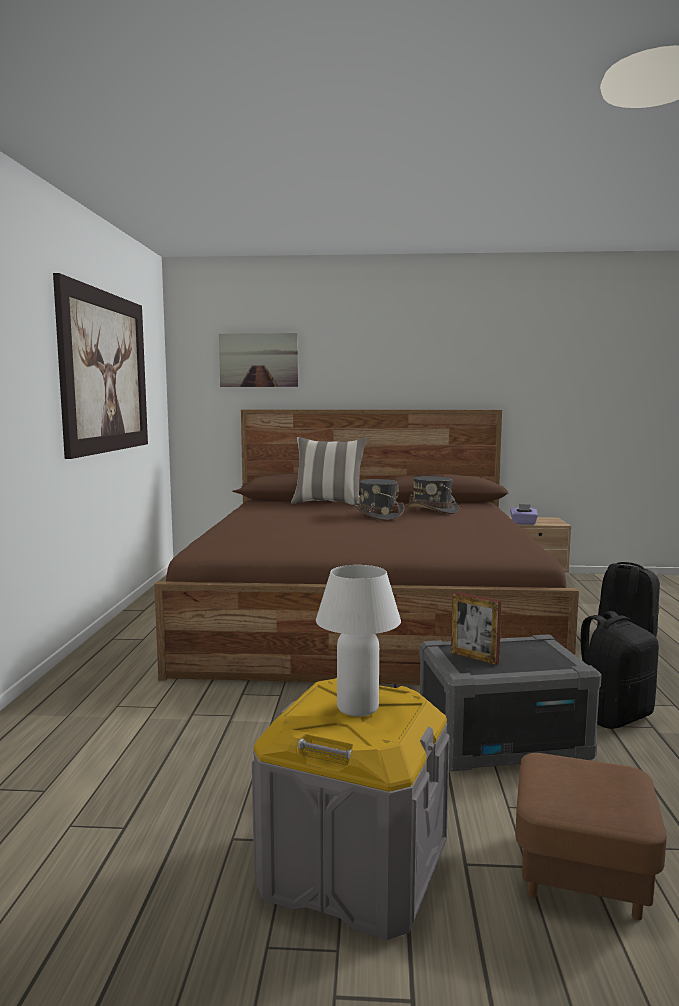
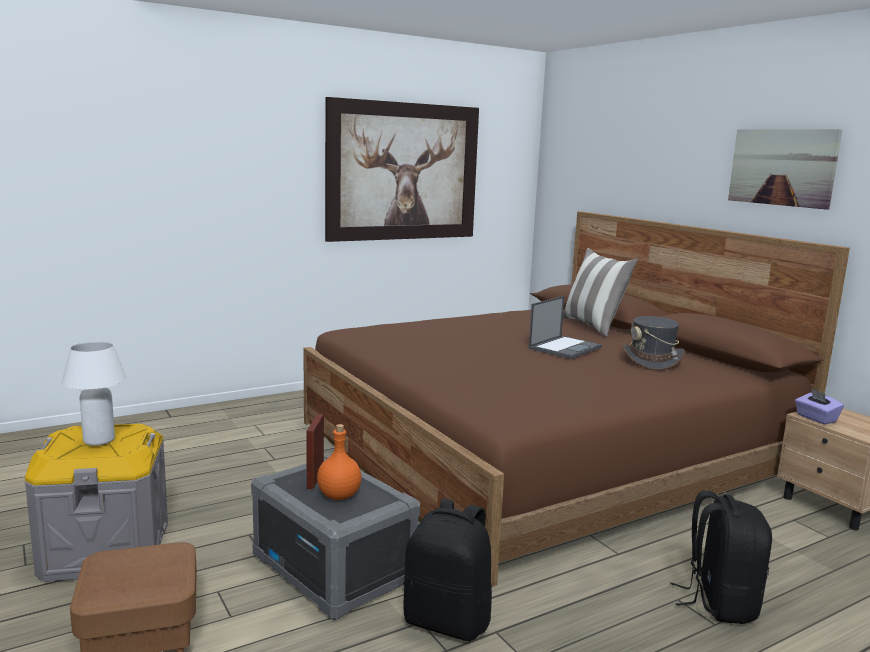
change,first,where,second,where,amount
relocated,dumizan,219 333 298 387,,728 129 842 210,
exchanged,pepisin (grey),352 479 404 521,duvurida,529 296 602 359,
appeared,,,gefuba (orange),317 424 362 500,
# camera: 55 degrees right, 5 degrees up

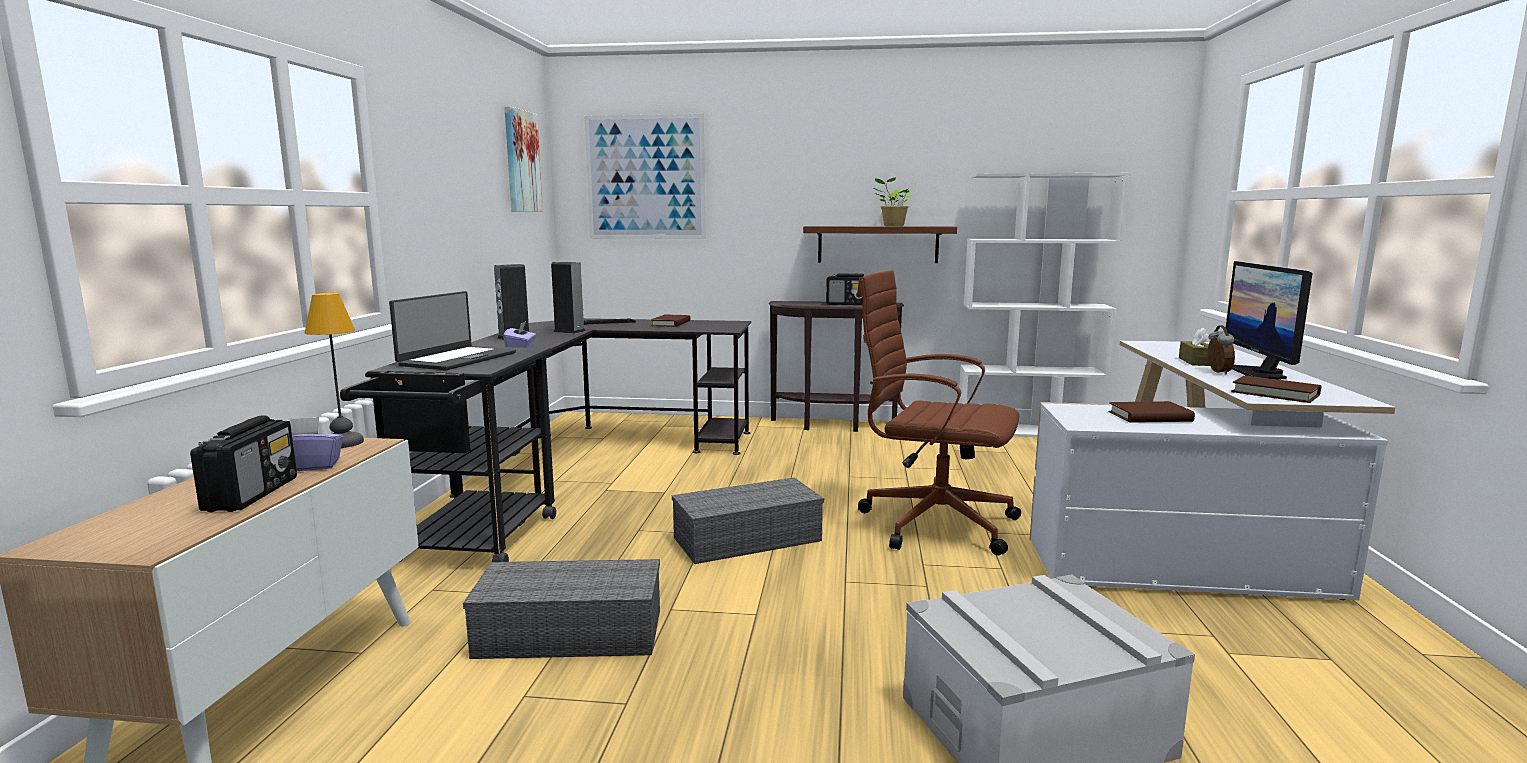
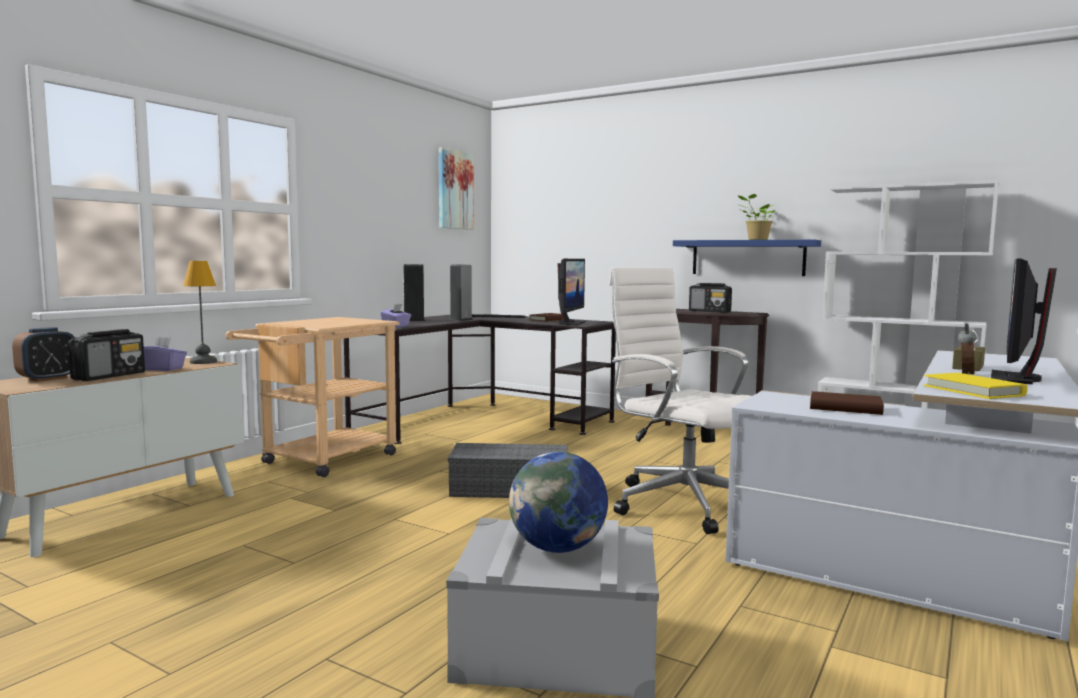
change,first,where,second,where,amount
colour,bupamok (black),340 347 556 562,bupamok (beige),226 317 399 477,
missing,duvurida,389 291 516 370,,,
missing,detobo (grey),463 559 660 659,,,
missing,dumizan,585 114 706 239,,,
colour,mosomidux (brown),803 226 957 263,mosomidux (blue),673 240 821 276,
colour,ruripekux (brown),857 270 1021 556,ruripekux (white),609 268 751 534,
colour,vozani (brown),1231 375 1321 403,vozani (yellow),924 373 1027 399,
appeared,,,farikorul,12 327 75 382,
appeared,,,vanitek,509 451 608 553,
appeared,,,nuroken,557 259 585 325,
# camera: 25 degrees right, 5 degrees down

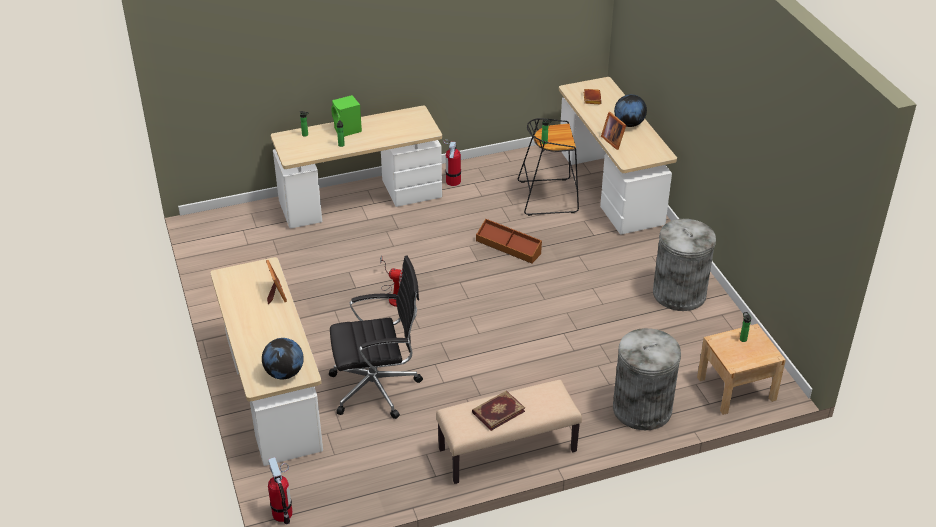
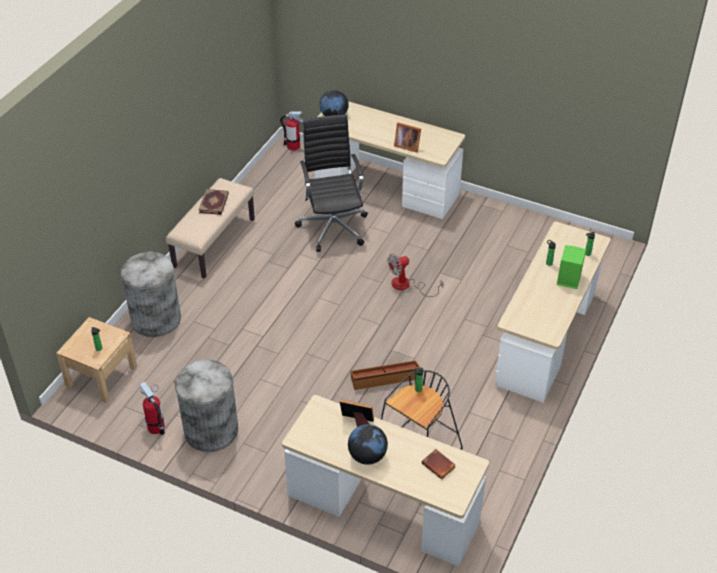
change,first,where,second,where,amount
spun,ruripekux (black),329 256 423 419,,295 115 368 252,135 degrees clockwise
relocated,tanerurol,443 140 461 186,,140 382 165 435,
# camera: 135 degrees right, 5 degrees up

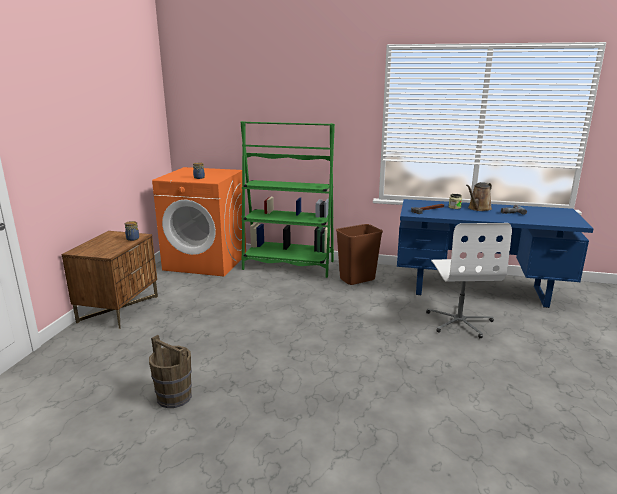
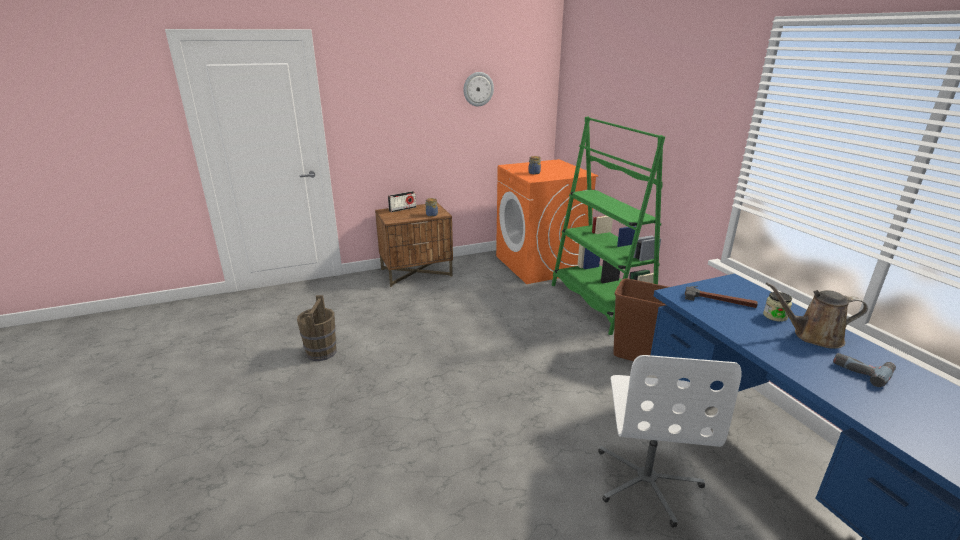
change,first,where,second,where,amount
spun,ruripekux (white),426 223 512 338,,598 355 742 528,45 degrees counterclockwise
appeared,,,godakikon,388 191 416 212,
appeared,,,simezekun,463 72 494 106,
# camera: 55 degrees right, 5 degrees up

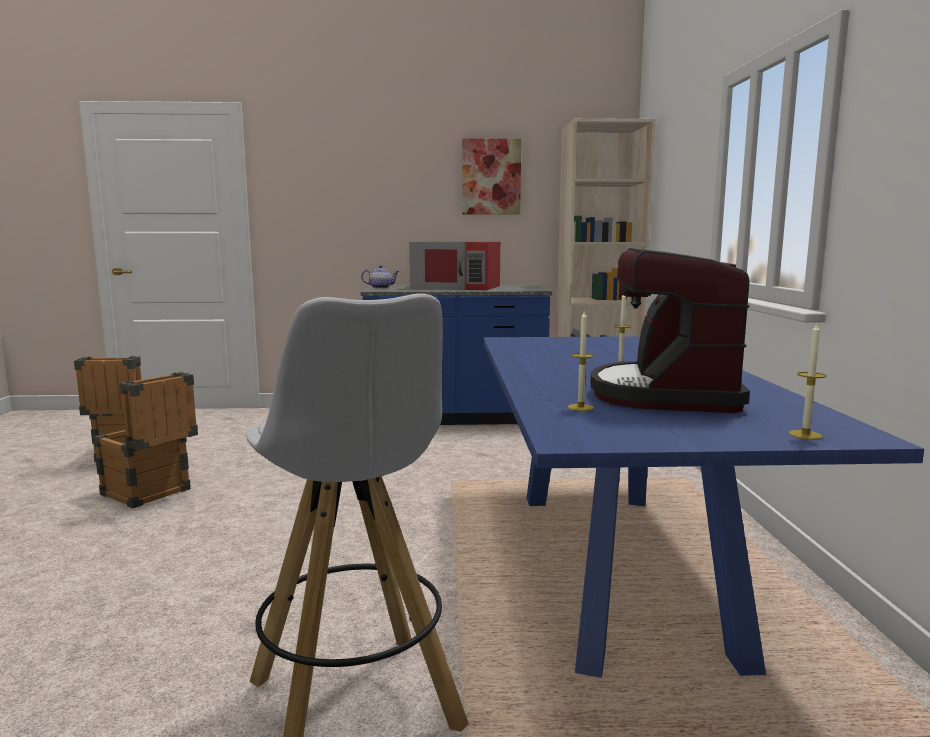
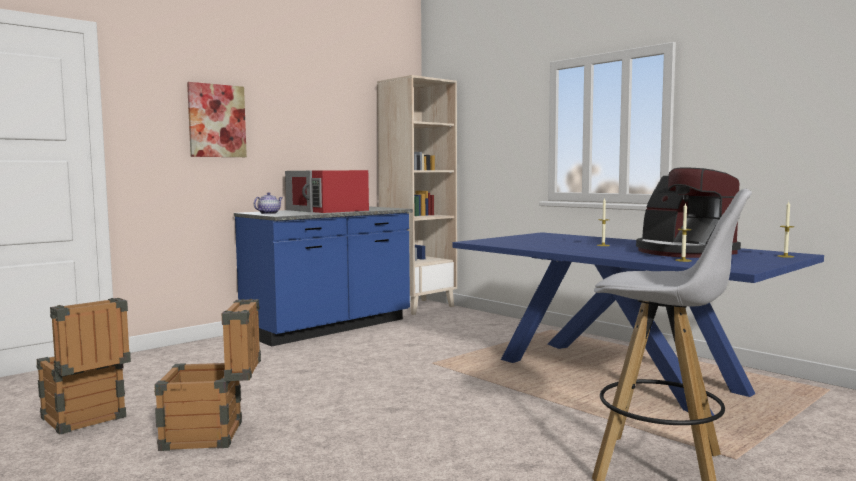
change,first,where,second,where,amount
spun,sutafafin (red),409 242 500 290,,285 170 369 213,75 degrees clockwise
relocated,dumizan,462 138 521 214,,187 82 247 157,
# camera: 40 degrees left, 5 degrees down

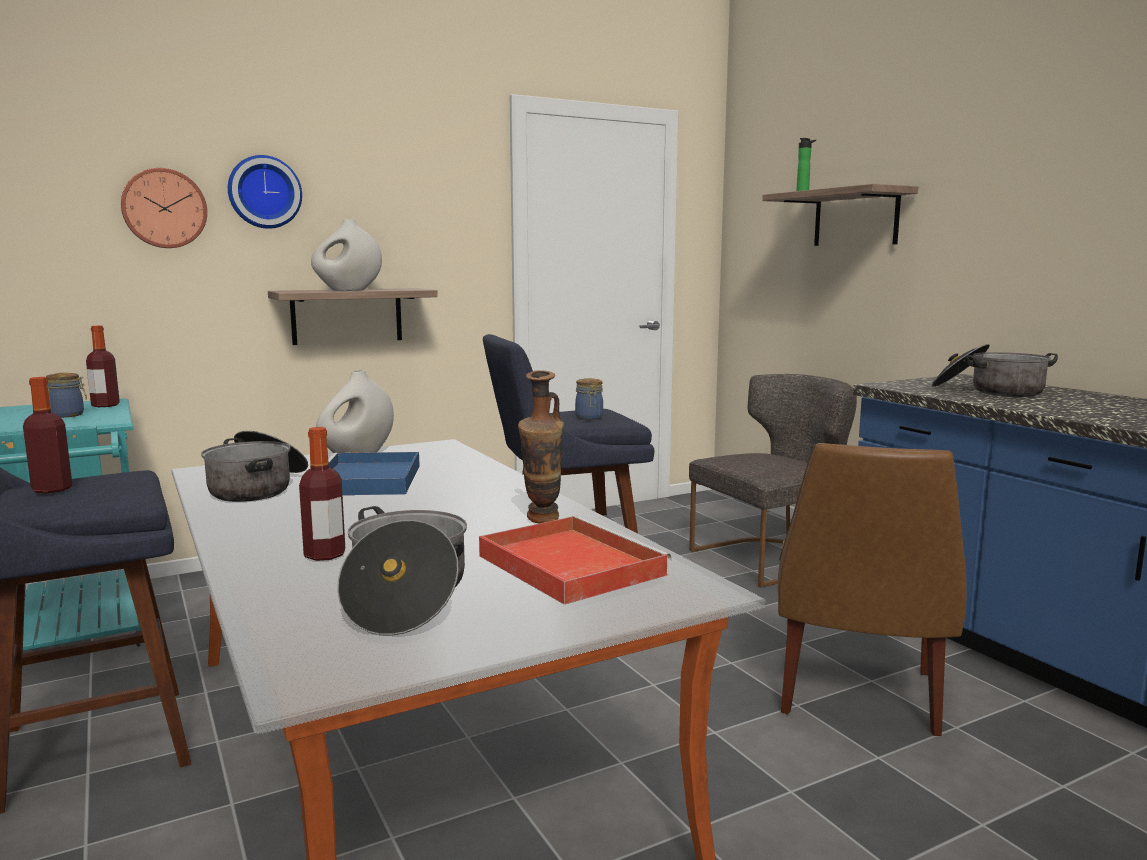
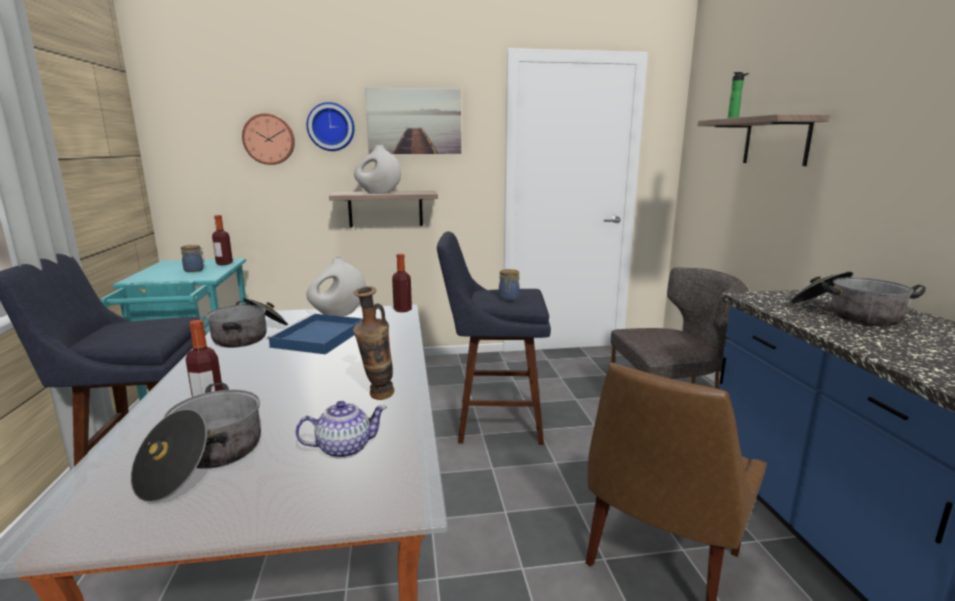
change,first,where,second,where,amount
relocated,gefuba,23 377 72 493,,392 254 412 312,
exchanged,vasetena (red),479 516 672 605,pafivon,295 401 387 459,
appeared,,,dumizan,365 87 461 154,
# camera: 20 degrees right, 5 degrees up

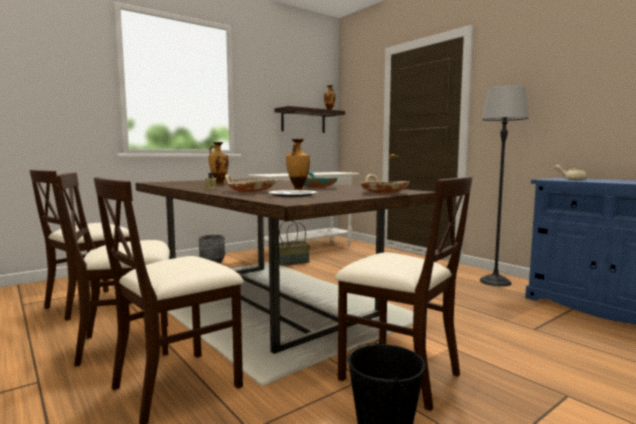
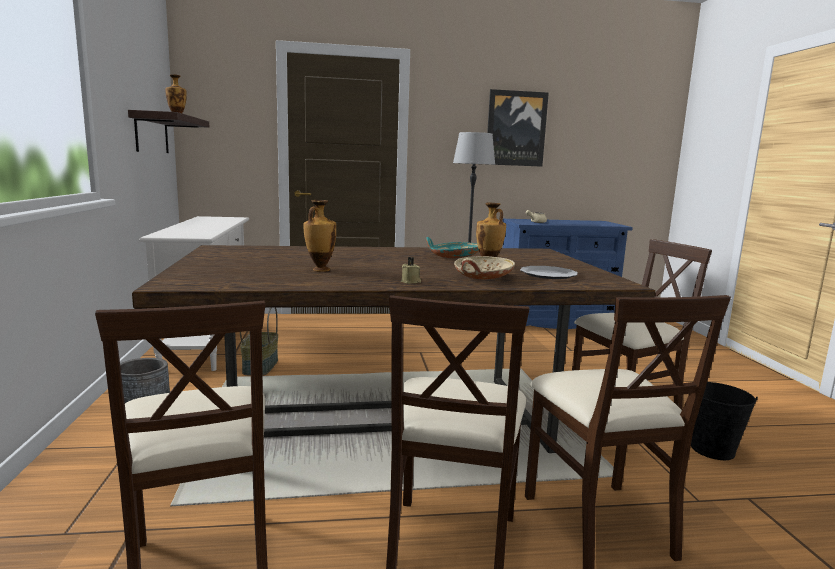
change,first,where,second,where,amount
missing,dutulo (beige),361 174 409 193,,,
appeared,,,dumizan,487 89 549 167,
# camera: 60 degrees left, 5 degrees up

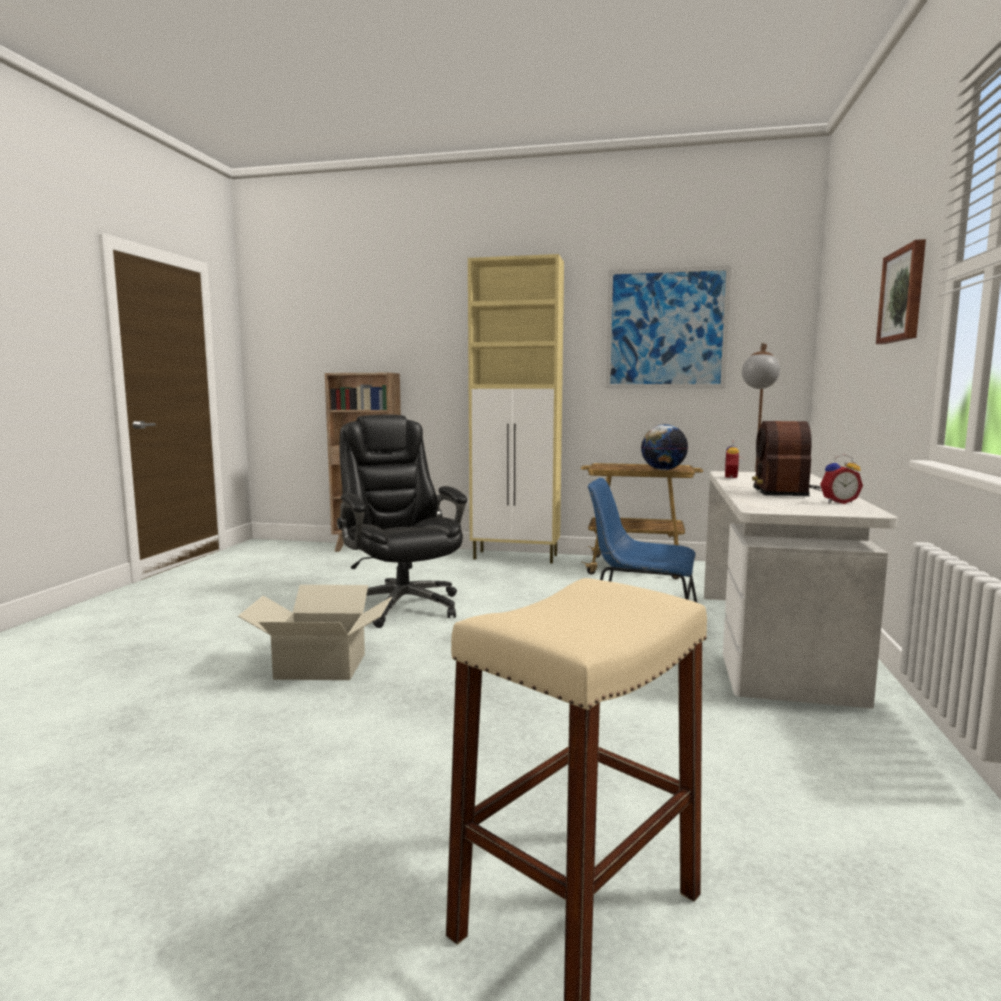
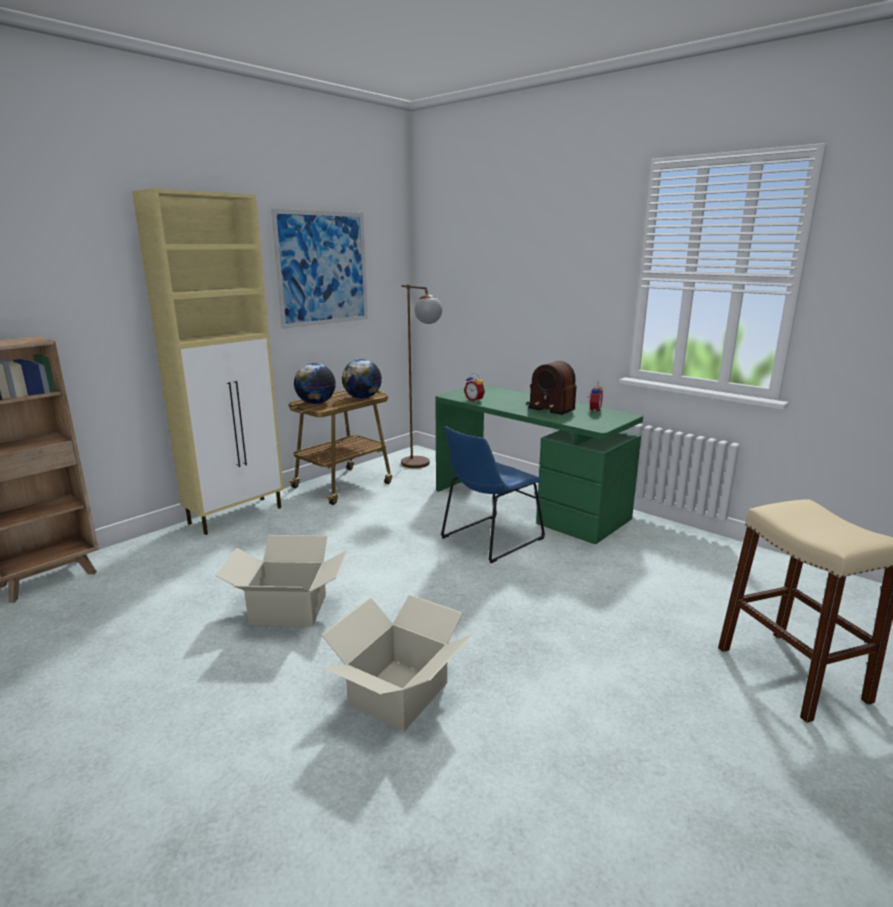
change,first,where,second,where,amount
exchanged,ruripekux (black),337 415 467 628,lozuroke,215 535 348 626,
colour,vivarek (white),704 471 898 709,vivarek (green),435 385 643 544,
missing,dumizan,876 239 926 344,,,
appeared,,,vanitek,294 363 336 404,
# camera: 60 degrees left, 10 degrees up

